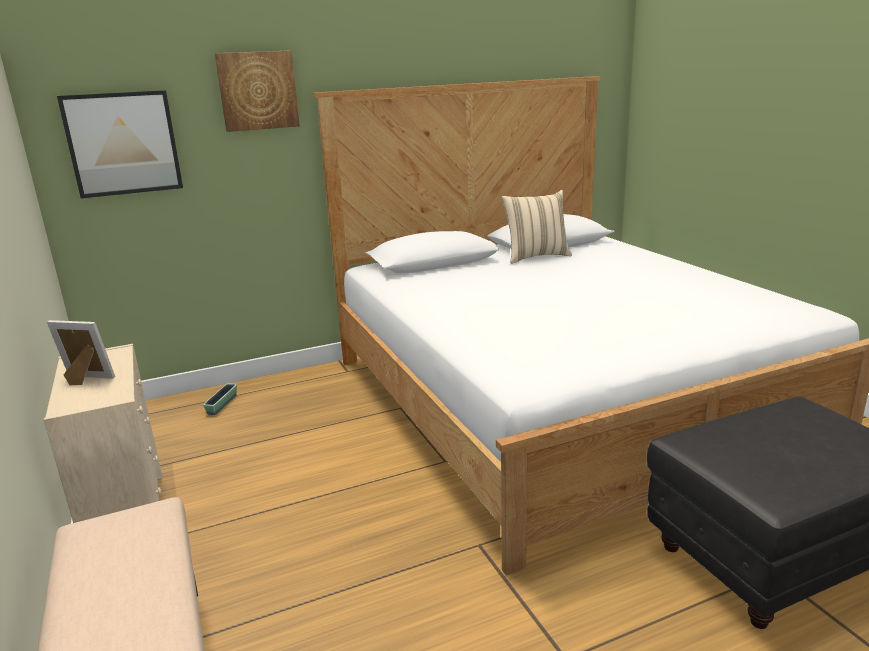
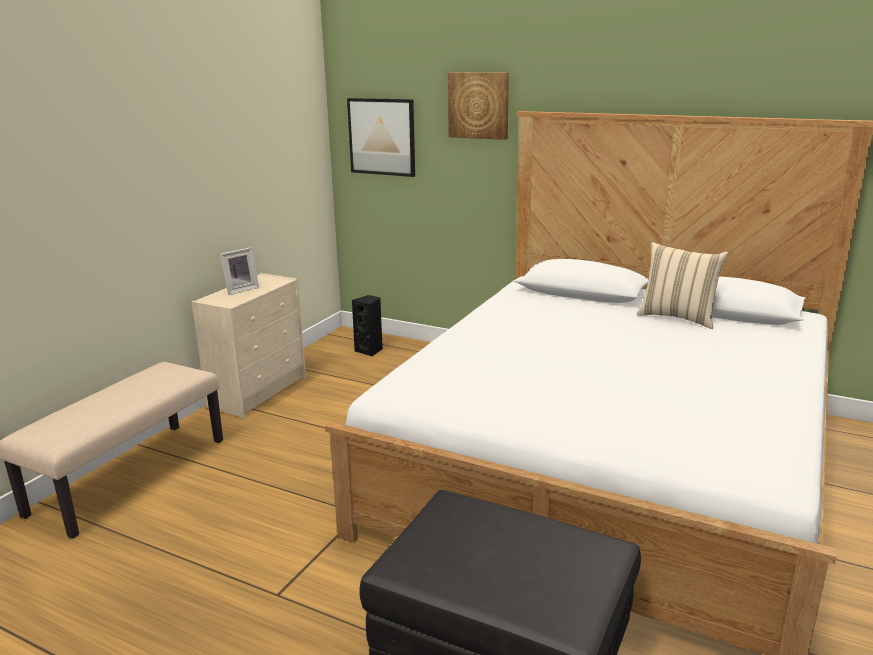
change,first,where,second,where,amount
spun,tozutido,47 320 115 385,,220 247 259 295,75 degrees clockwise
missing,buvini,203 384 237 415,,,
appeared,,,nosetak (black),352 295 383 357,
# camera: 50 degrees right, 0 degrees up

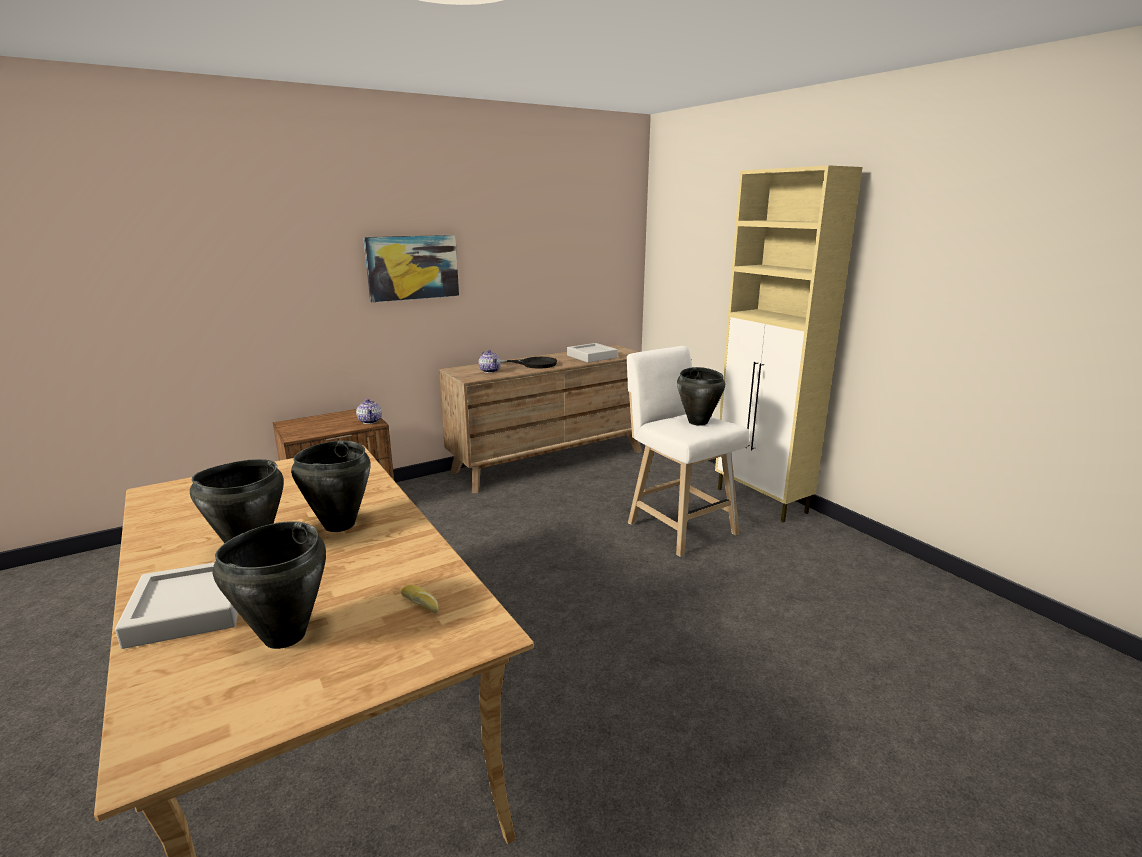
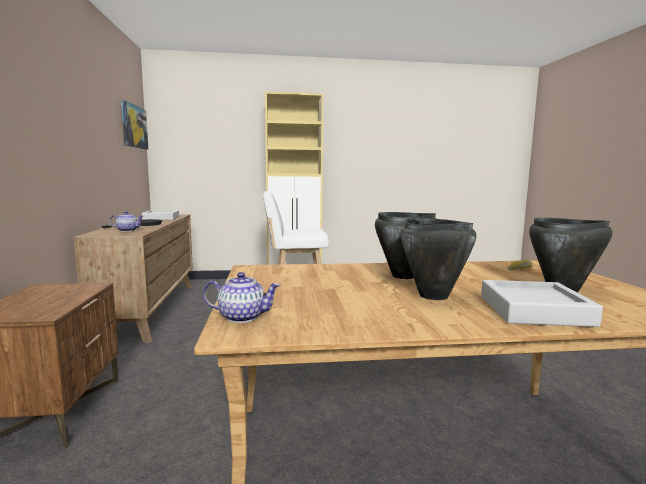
change,first,where,second,where,amount
relocated,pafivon,356 399 382 424,,203 272 281 323,
relocated,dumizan,363 235 459 302,,121 100 148 150,
missing,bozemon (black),677 367 725 426,,,
# camera: 65 degrees left, 10 degrees down

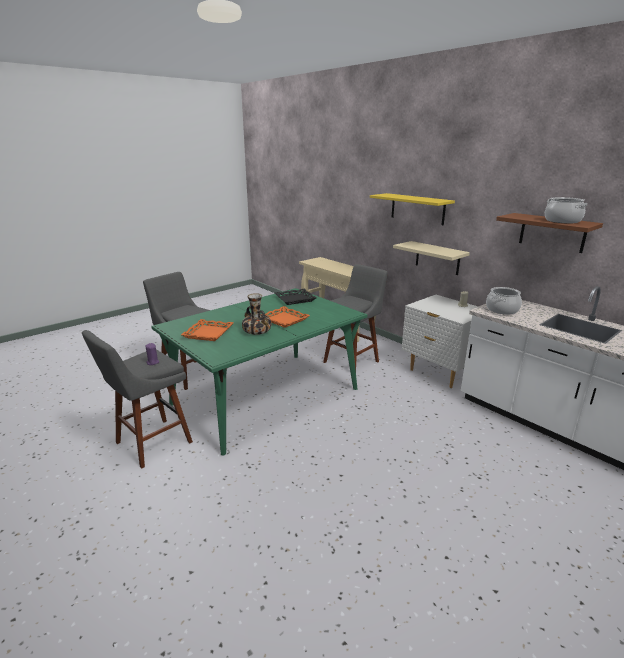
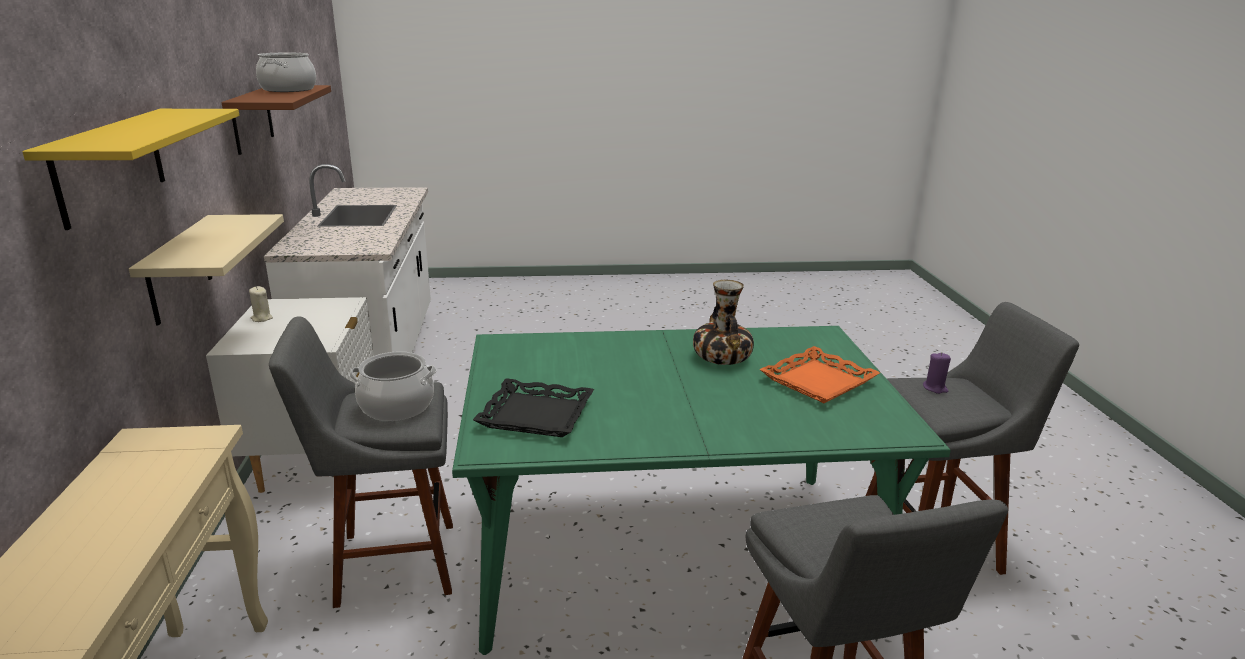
change,first,where,second,where,amount
missing,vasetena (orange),265 306 310 328,,,
relocated,bozemon,486 287 522 315,,349 351 437 421,
# camera: 145 degrees left, 0 degrees up

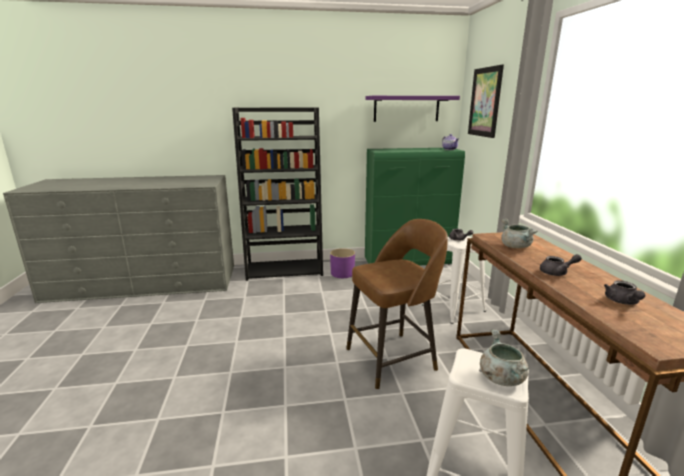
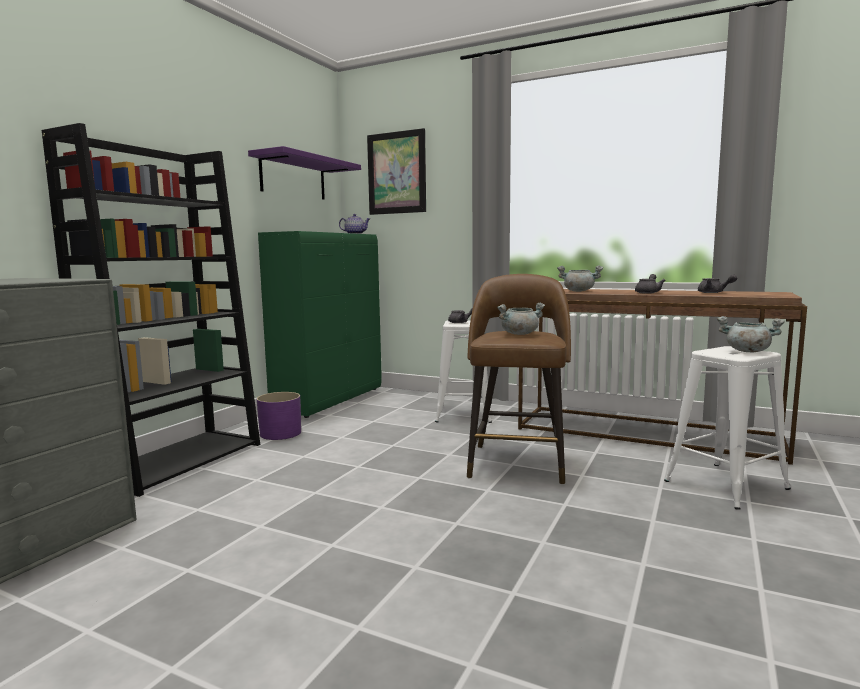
change,first,where,second,where,amount
appeared,,,bozemon (grey),497 303 545 335,
# camera: 55 degrees left, 10 degrees down

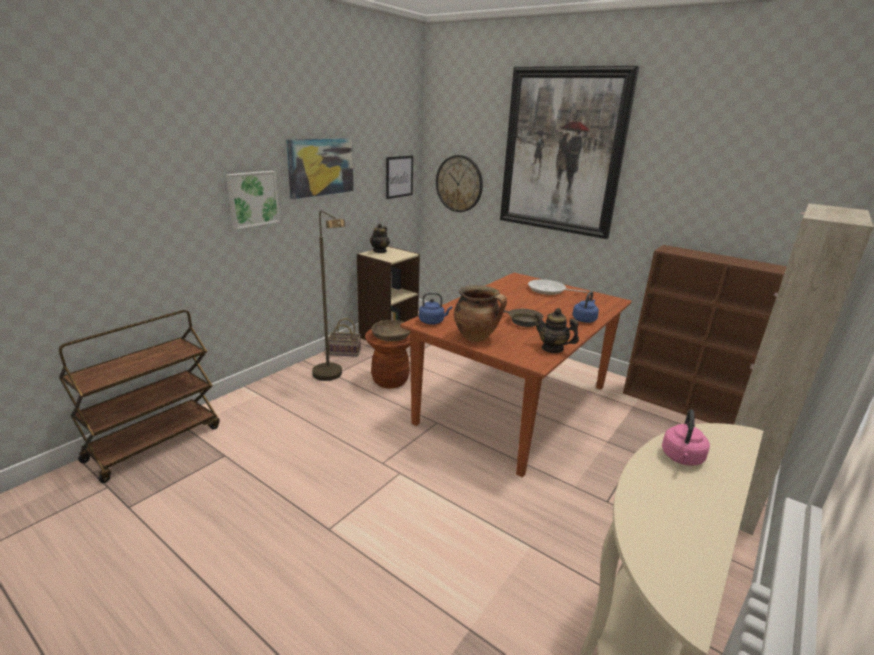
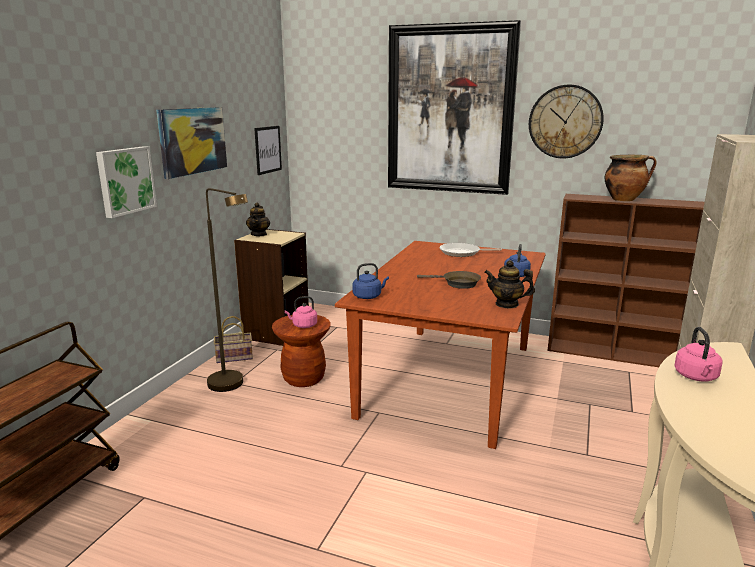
change,first,where,second,where,amount
exchanged,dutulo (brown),371 320 410 341,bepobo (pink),285 296 317 328,
relocated,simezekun,436 155 483 212,,529 84 604 159,
relocated,bozemon,454 285 507 342,,605 155 657 201,
# camera: 15 degrees left, 5 degrees down

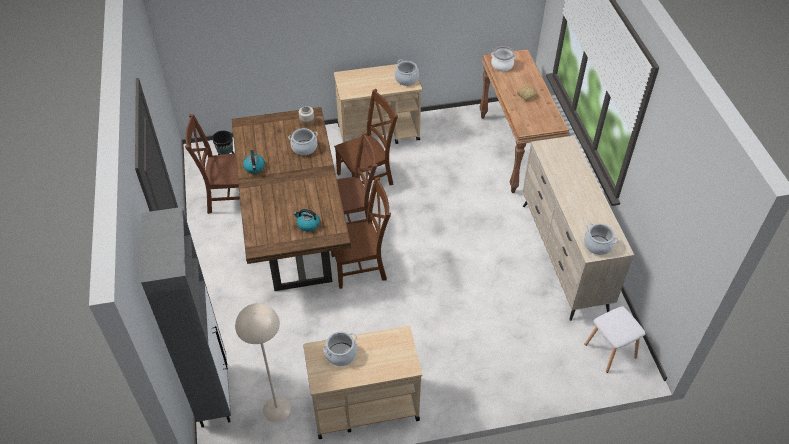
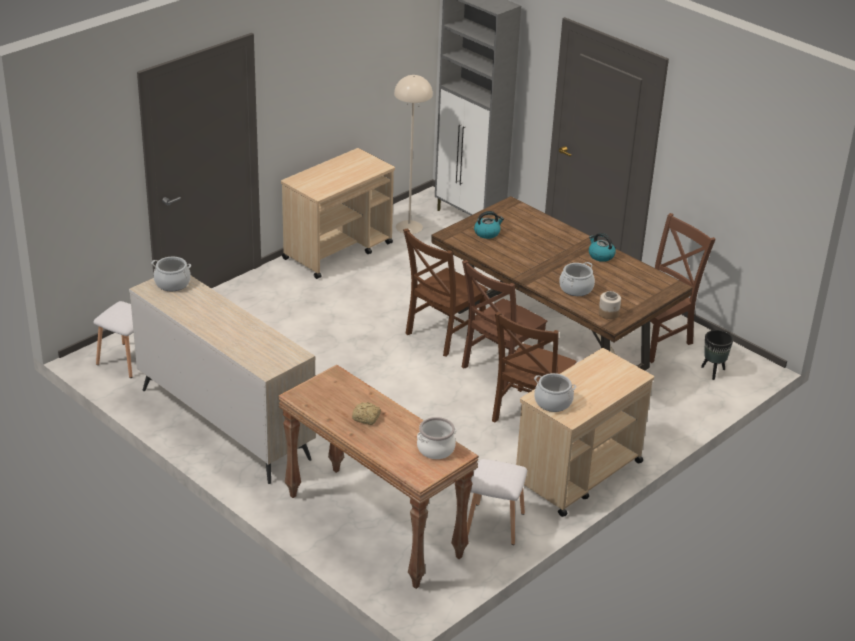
change,first,where,second,where,amount
missing,bozemon,323 332 357 366,,,
appeared,,,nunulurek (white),467 459 527 545,
# camera: 145 degrees right, 15 degrees down

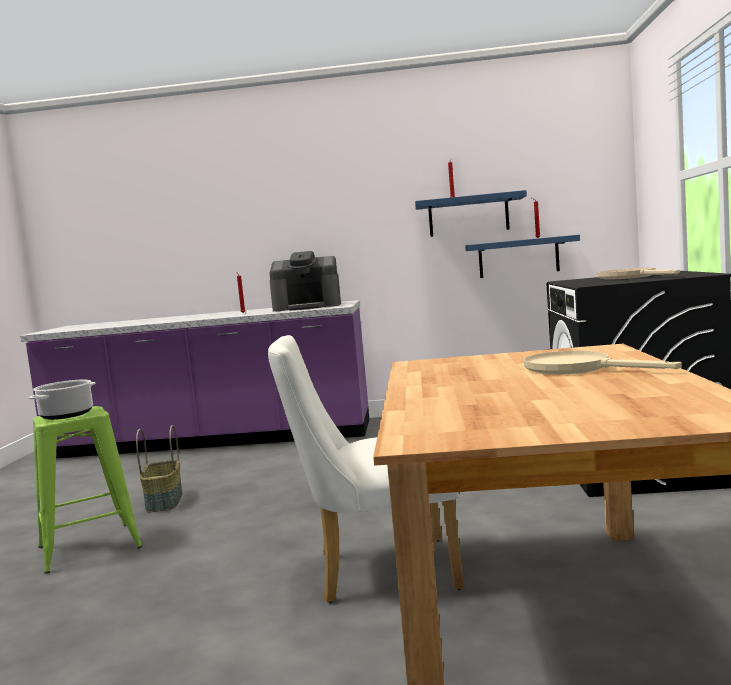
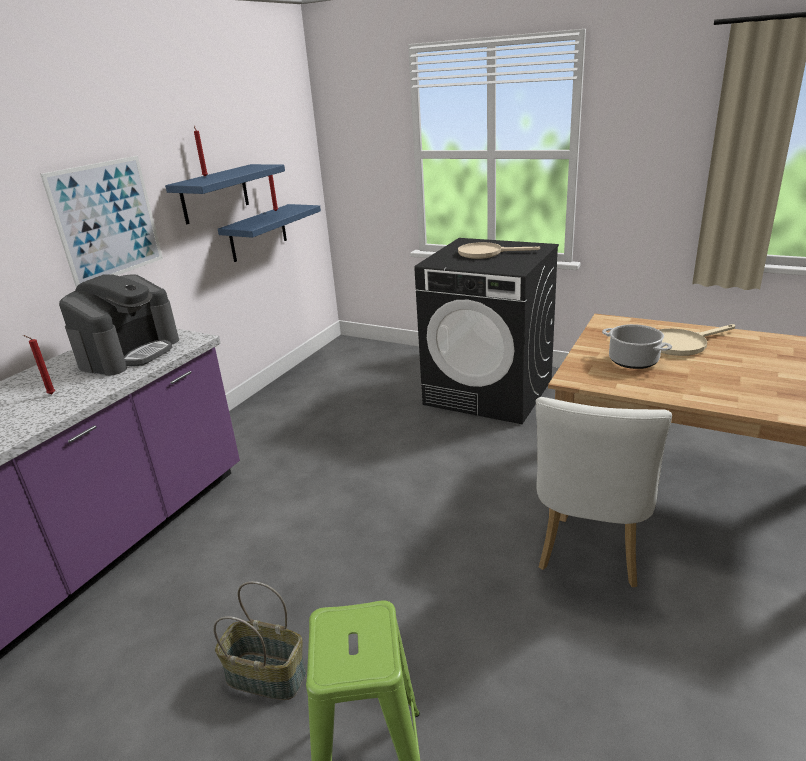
change,first,where,second,where,amount
relocated,bozemon,28 379 96 420,,602 324 672 369,
appeared,,,dumizan,40 156 163 288,
# camera: 65 degrees left, 20 degrees up

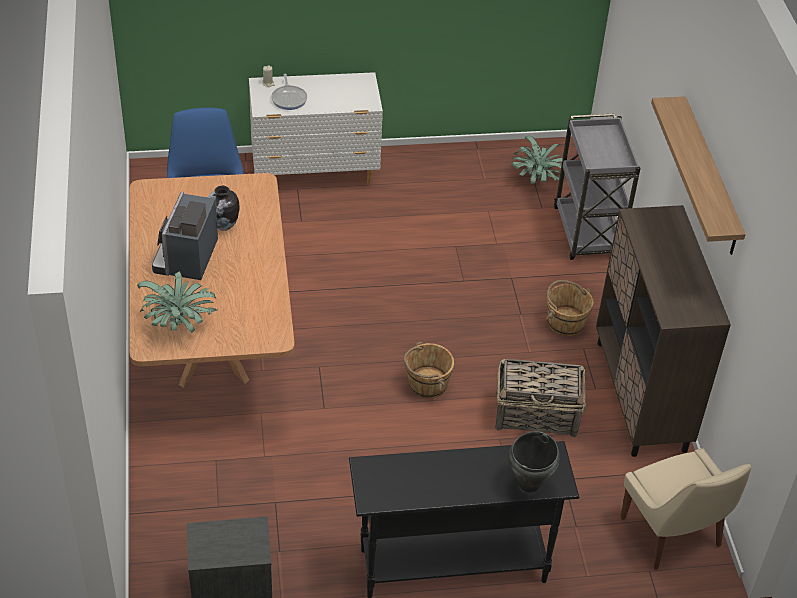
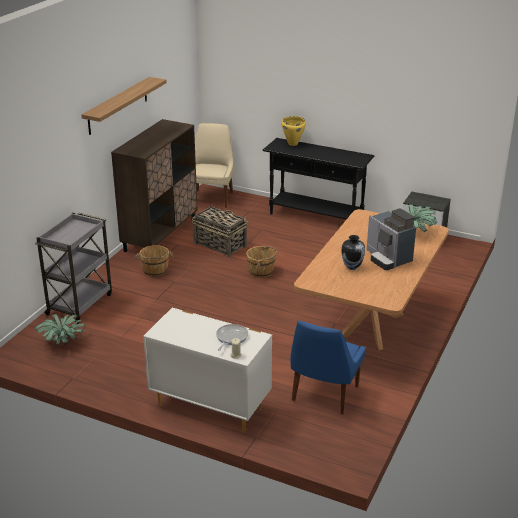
change,first,where,second,where,amount
spun,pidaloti,152 192 218 280,,367 208 416 270,105 degrees clockwise
colour,bozemon (black),508 431 560 493,bozemon (yellow),281 116 306 146,
# camera: 145 degrees left, 15 degrees down

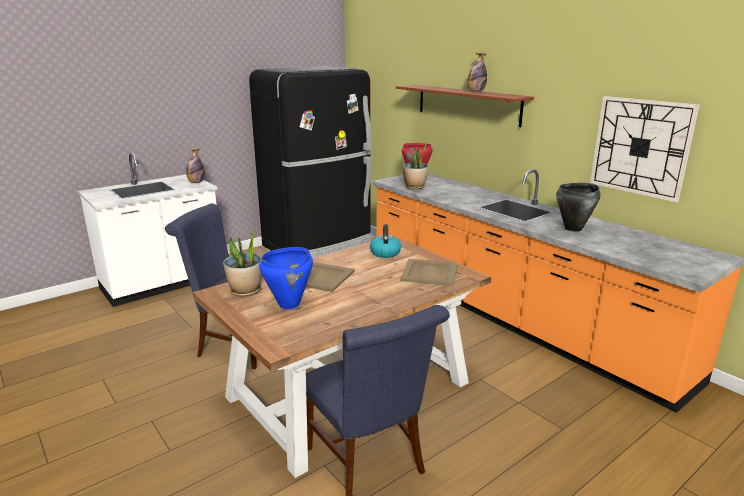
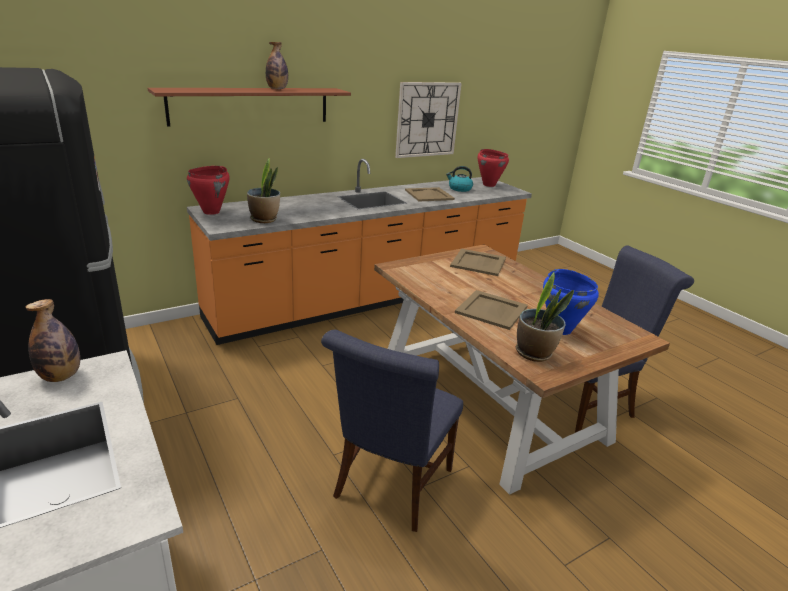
change,first,where,second,where,amount
relocated,bepobo,370 224 401 258,,446 166 473 192,
exchanged,bozemon (black),556 183 601 232,vasetena (beige),405 187 455 202,
appeared,,,bozemon (red),478 149 509 187,
# camera: 85 degrees left, 5 degrees up

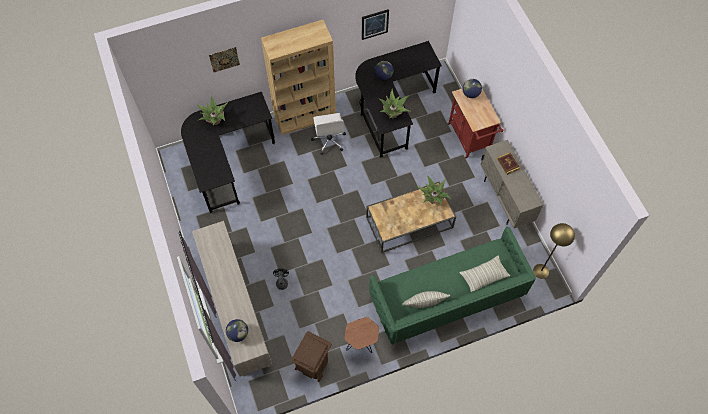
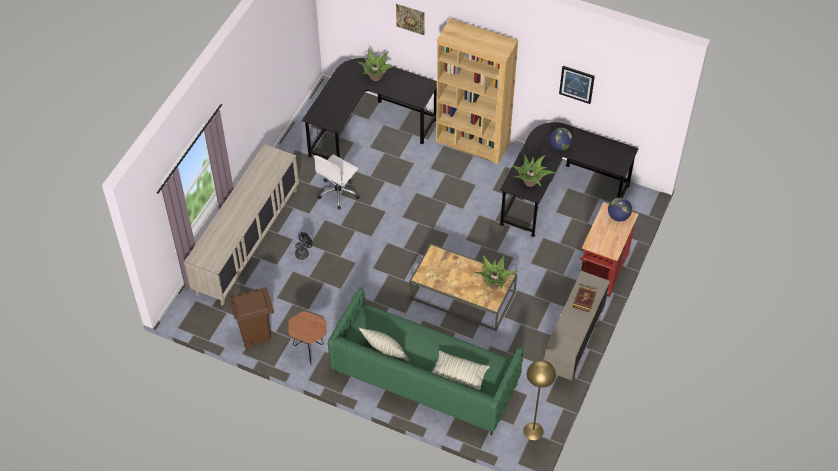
change,first,where,second,where,amount
missing,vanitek,226 319 248 342,,,
relocated,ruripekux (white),311 113 346 155,,314 155 360 210,
# camera: 45 degrees right, 10 degrees down

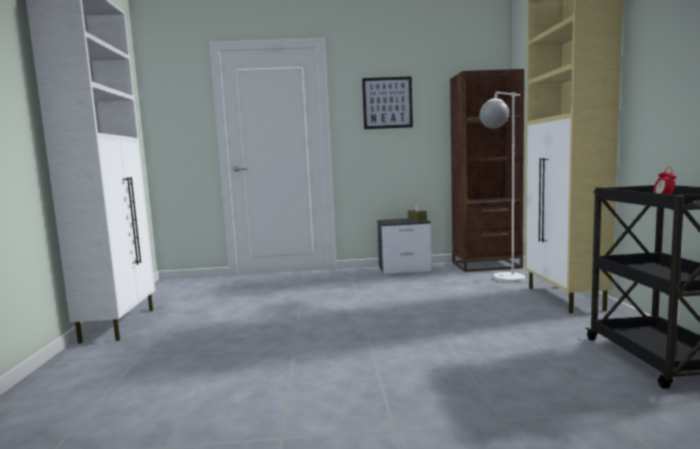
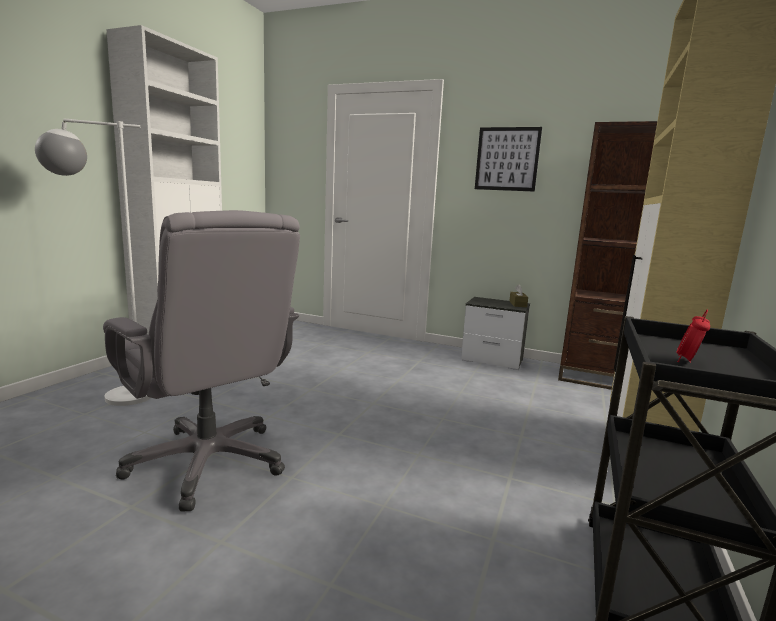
change,first,where,second,where,amount
relocated,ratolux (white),479 92 525 283,,35 118 150 406,
appeared,,,ruripekux (grey),103 210 300 512,
# camera: 25 degrees right, 5 degrees up

